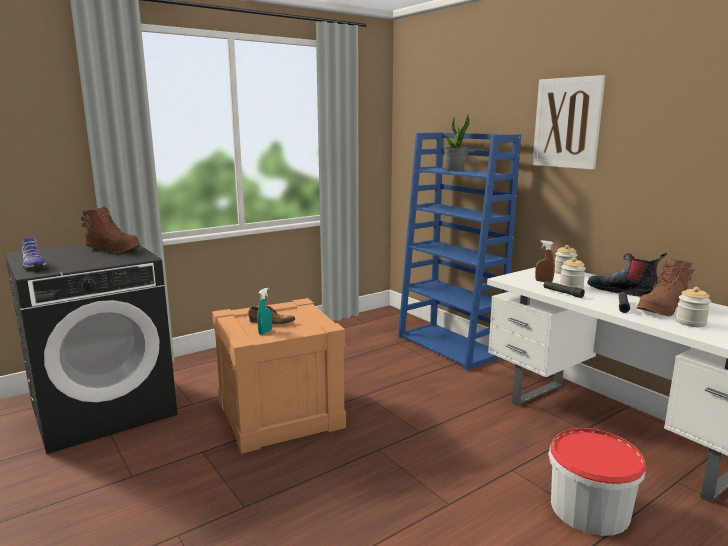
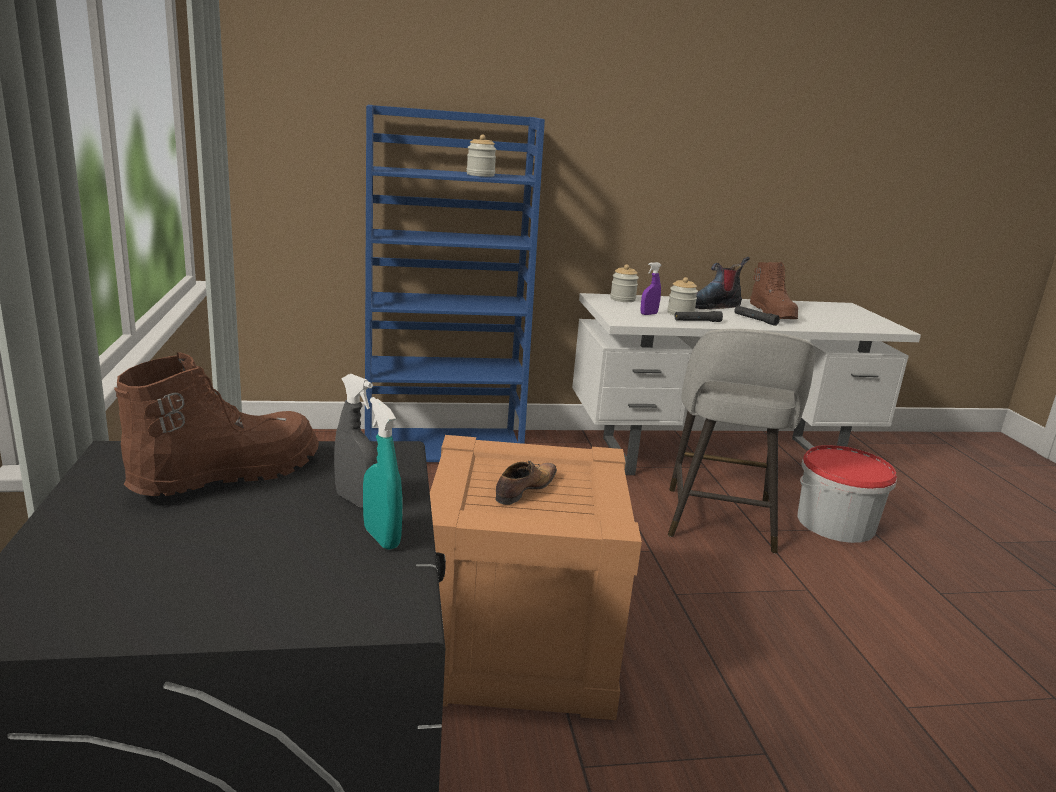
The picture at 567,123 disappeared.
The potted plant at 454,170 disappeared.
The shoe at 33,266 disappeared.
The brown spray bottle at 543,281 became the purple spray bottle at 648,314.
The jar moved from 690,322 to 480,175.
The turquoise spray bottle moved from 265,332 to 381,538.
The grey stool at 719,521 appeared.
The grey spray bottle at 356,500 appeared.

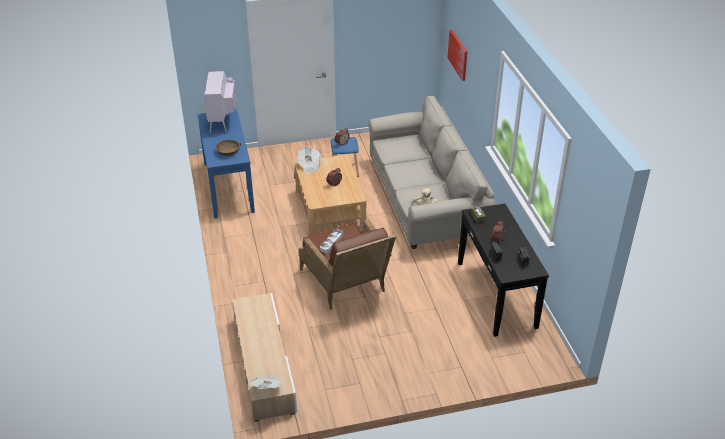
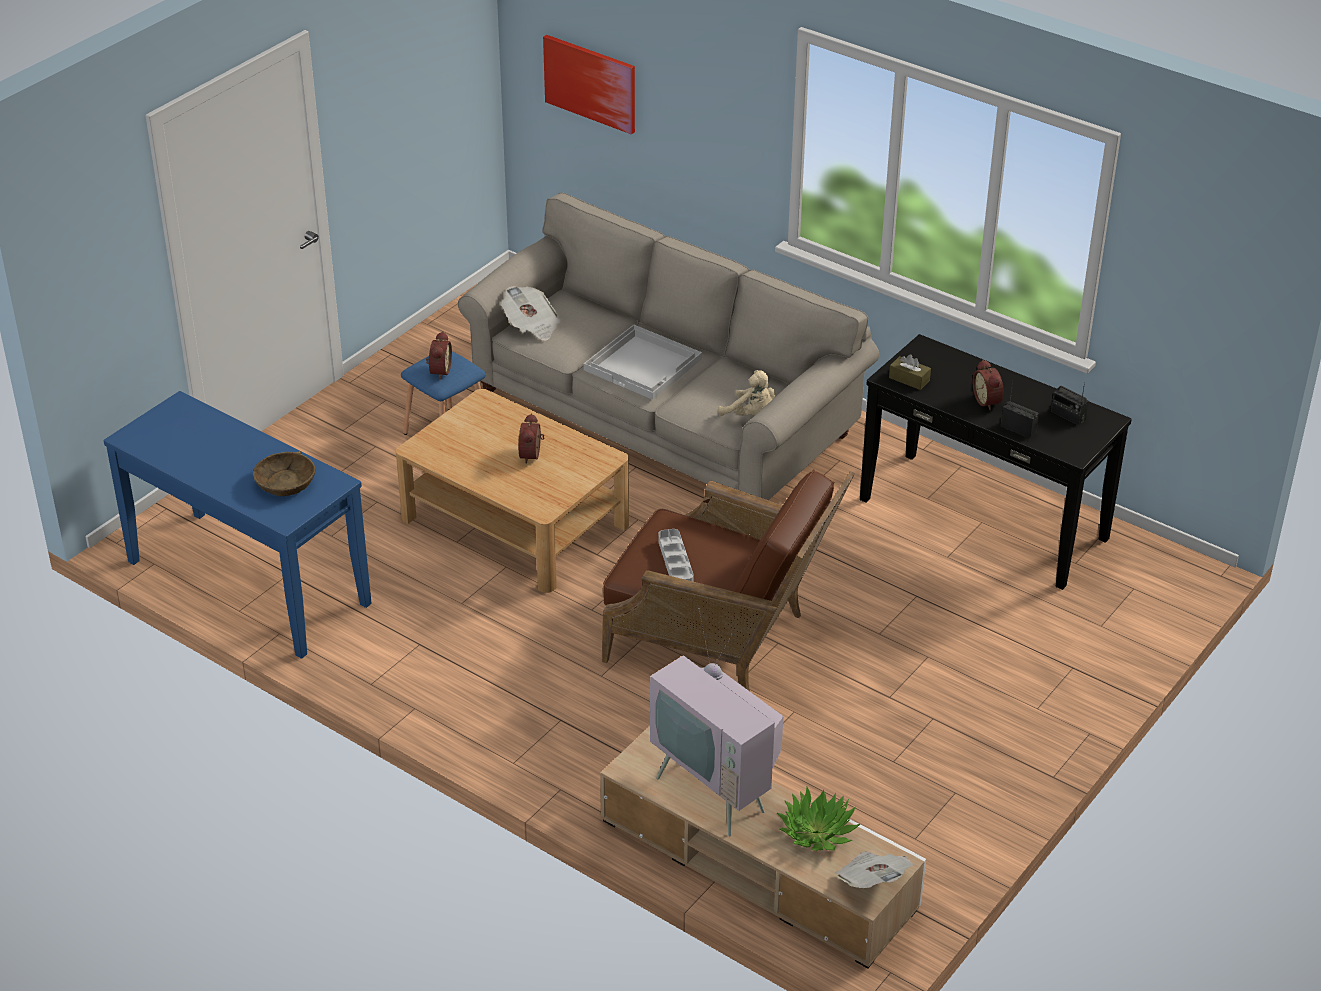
The television moved from 223,122 to 717,790.
The newspaper moved from 309,166 to 531,326.
The white tray at 644,364 appeared.
The potted plant at 817,832 appeared.

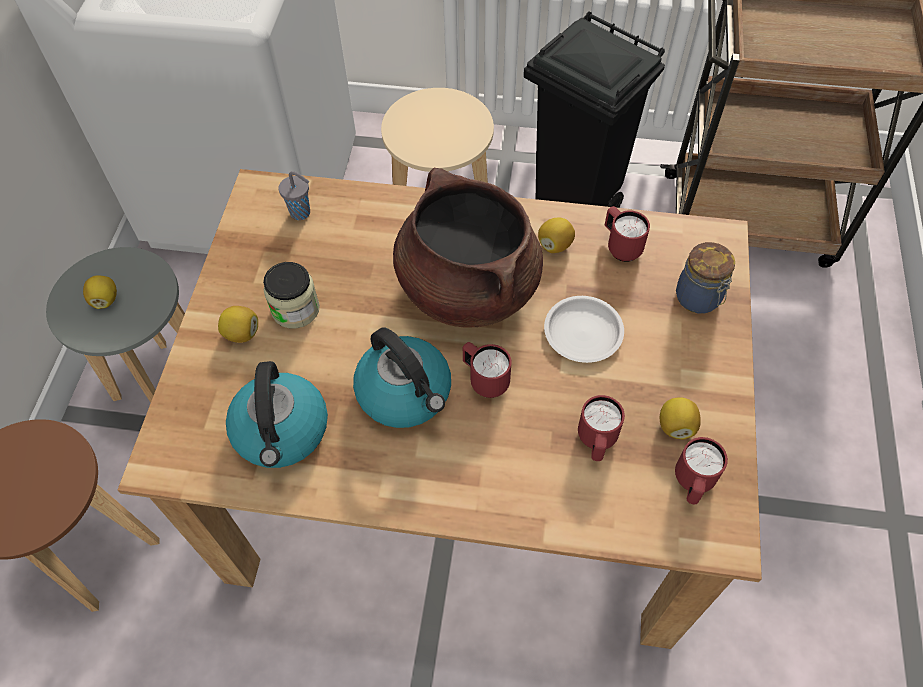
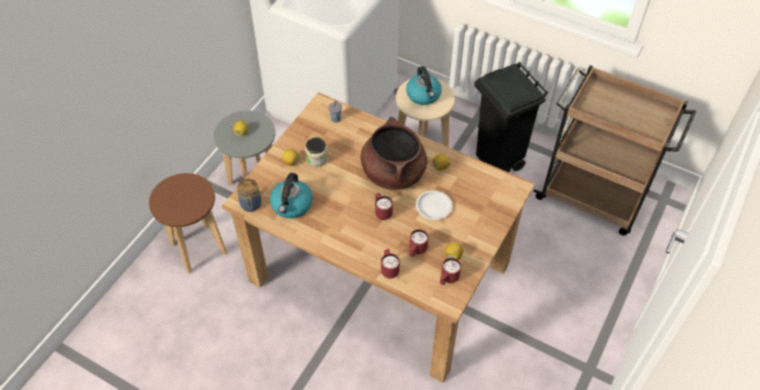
The red mug moved from 620,247 to 389,269.
The jar moved from 699,299 to 251,205.
The kettle moved from 406,393 to 424,95.

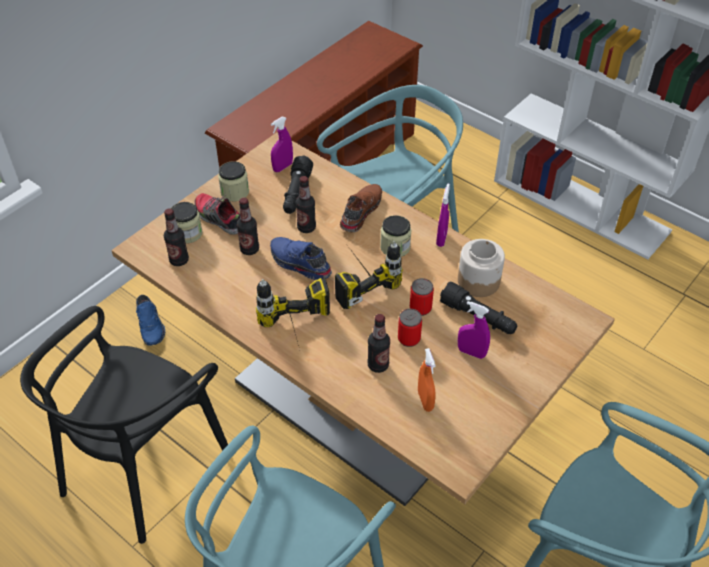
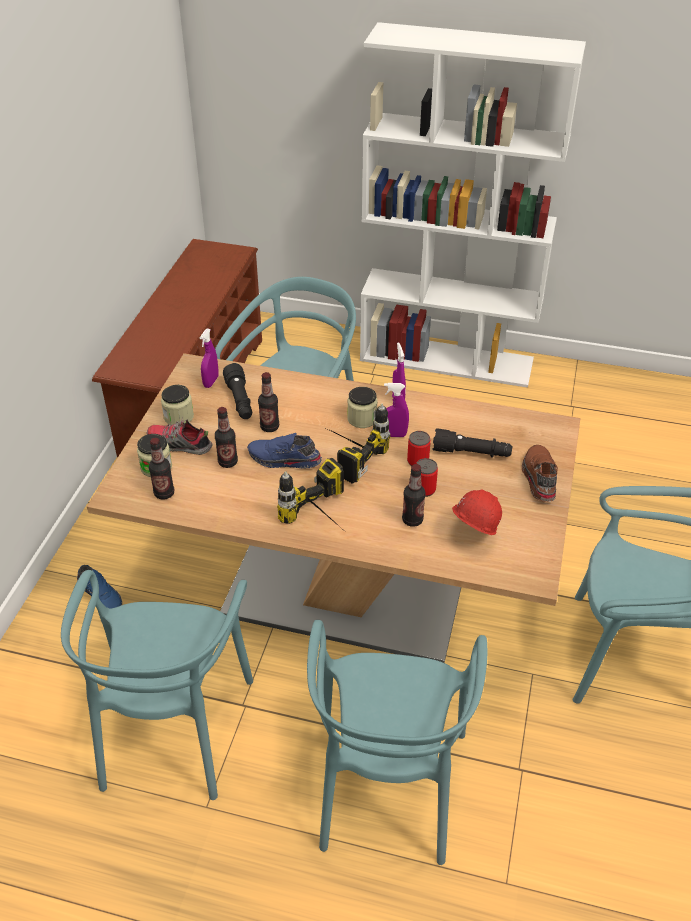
The brown shoe moved from 359,212 to 538,478.
The jar at 478,281 disappeared.
The purple spray bottle moved from 471,352 to 393,435.
The black chair at 143,467 became the turquoise chair at 173,729.
The orange spray bottle at 425,401 was replaced by the red hard hat at 472,534.

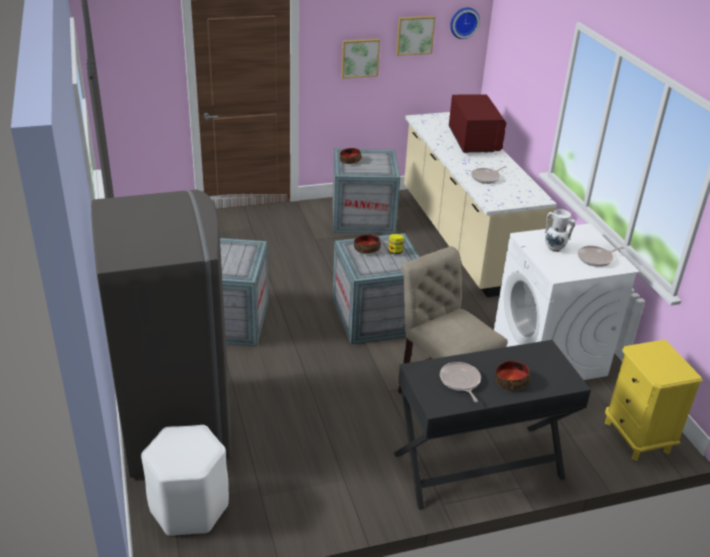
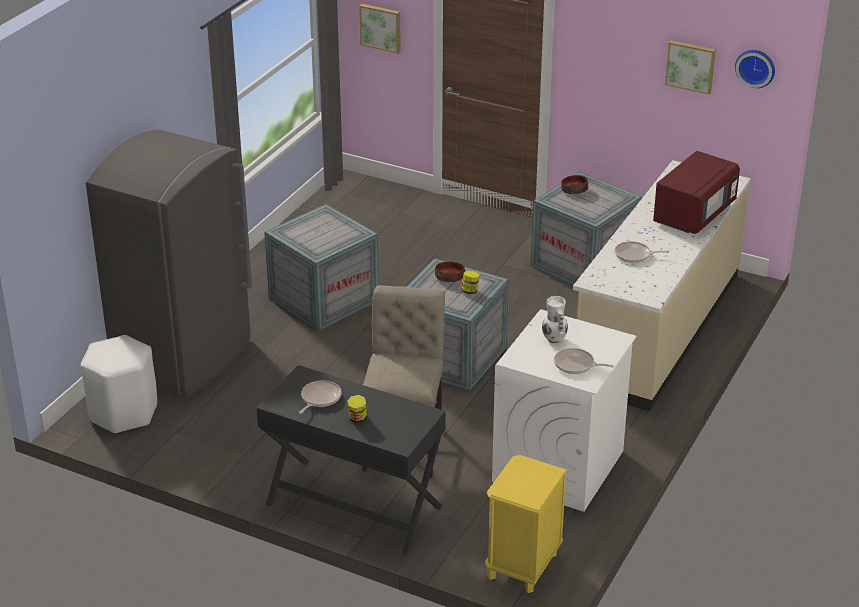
The picture moved from 359,57 to 381,27.
The bowl at 511,381 was replaced by the jar at 357,418.

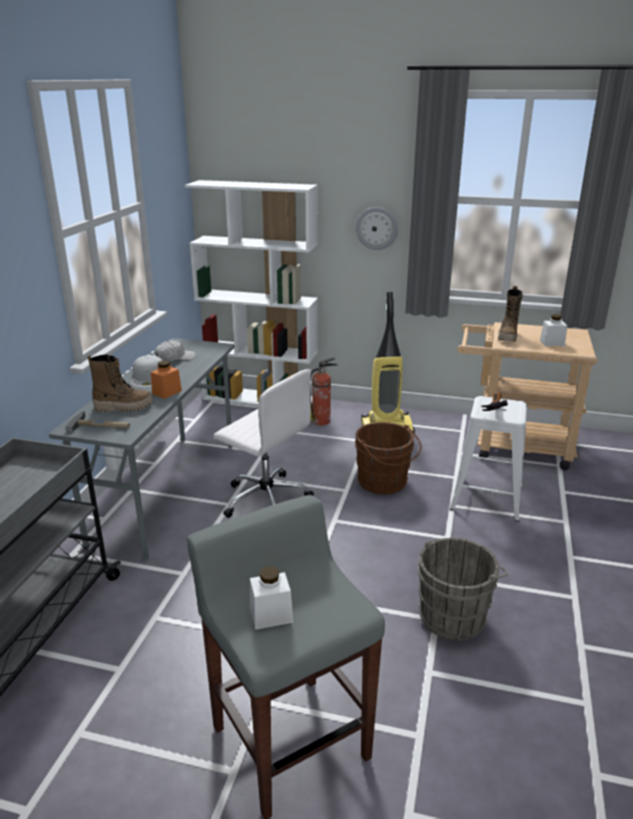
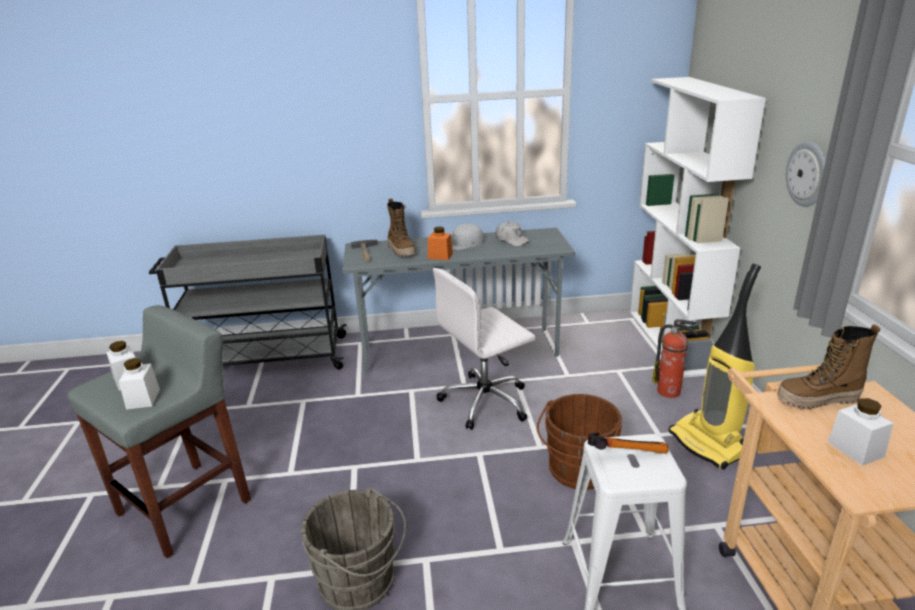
The white office chair at 265,498 turned 45 degrees clockwise.
The white jar at 143,399 appeared.

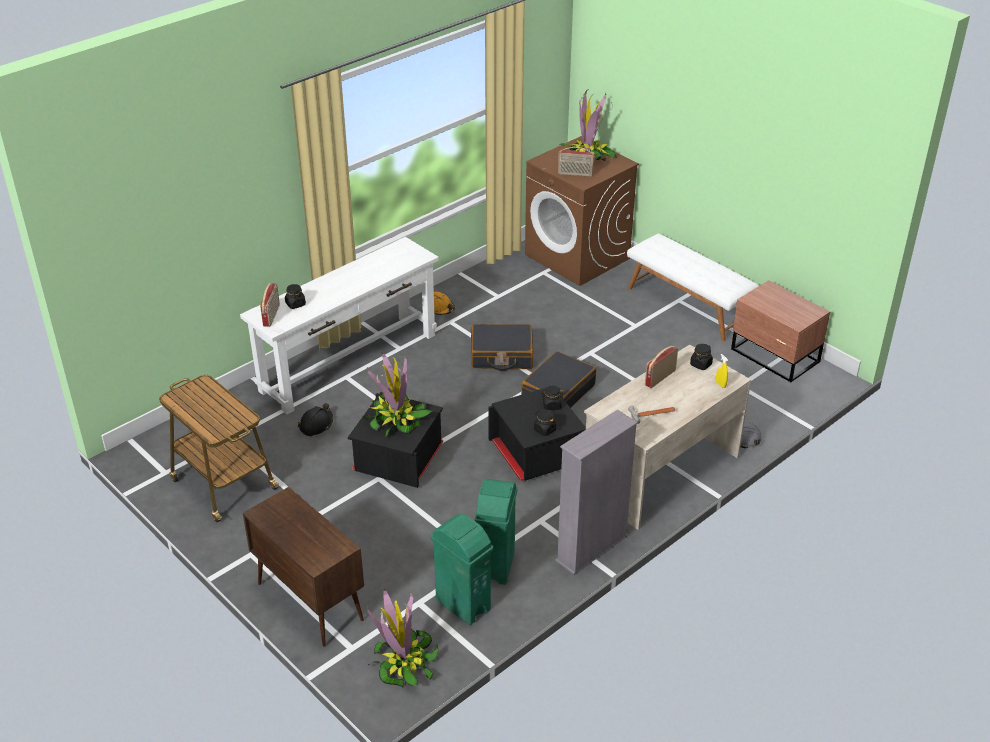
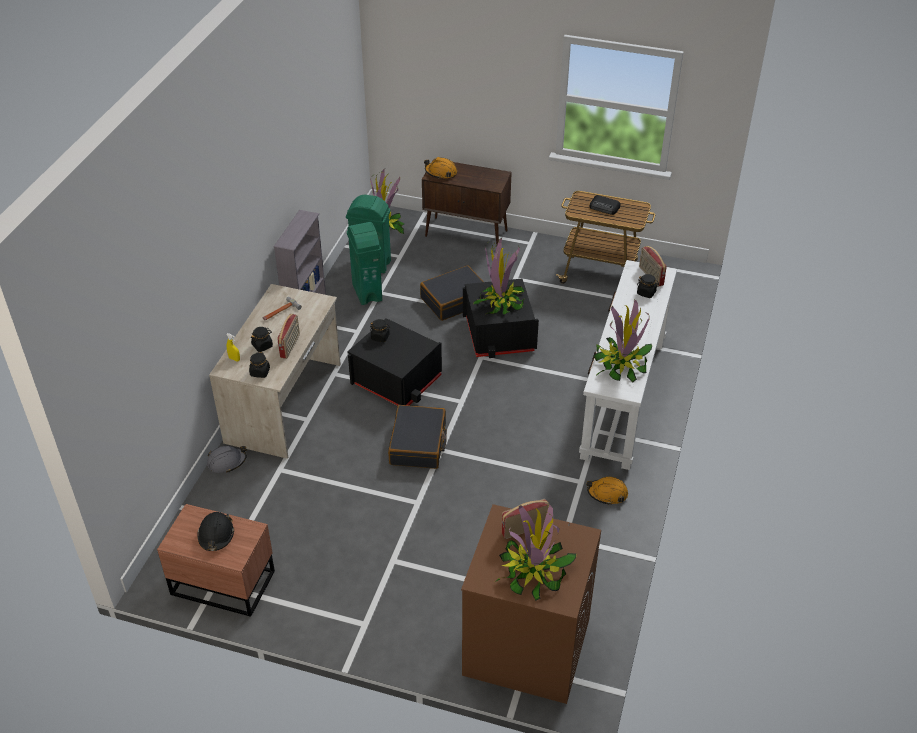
The white bench at 688,305 disappeared.
The black suitcase moved from 501,355 to 454,300.
The black jar moved from 551,405 to 262,346.
The black hard hat moved from 316,424 to 216,535.
The orange hard hat at 441,172 appeared.
The radio at 604,207 appeared.
The potted plant at 621,364 appeared.

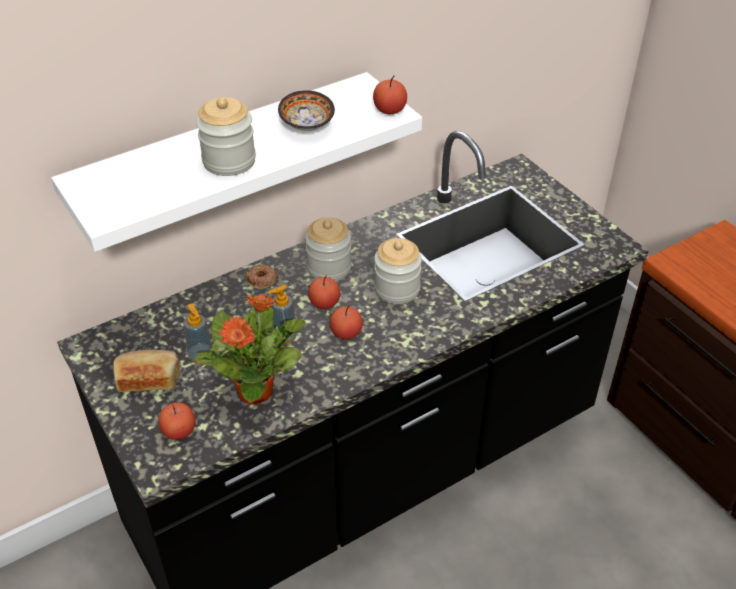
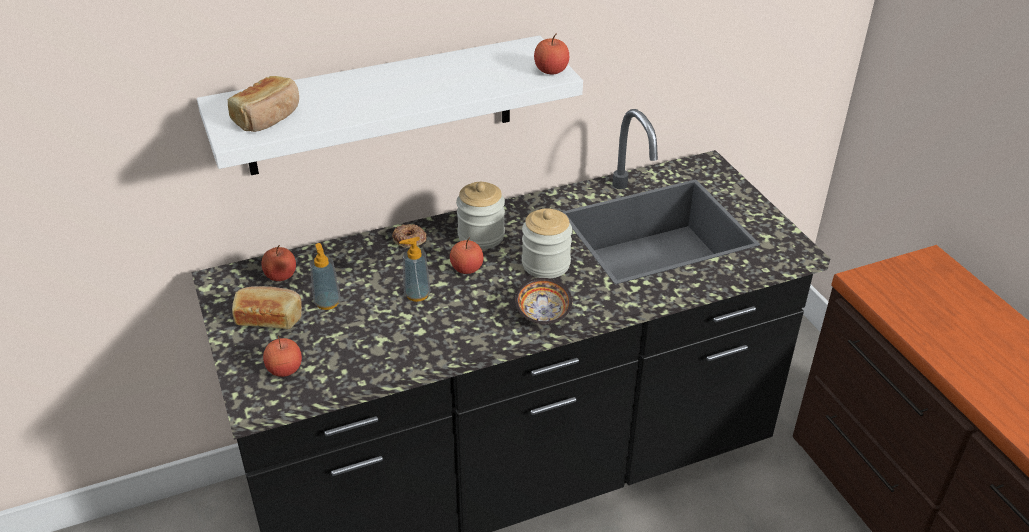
The bowl moved from 308,124 to 544,313.
The jar at 229,161 disappeared.
The potted plant at 256,390 disappeared.
The apple moved from 346,333 to 281,276.
The bread at 268,117 appeared.

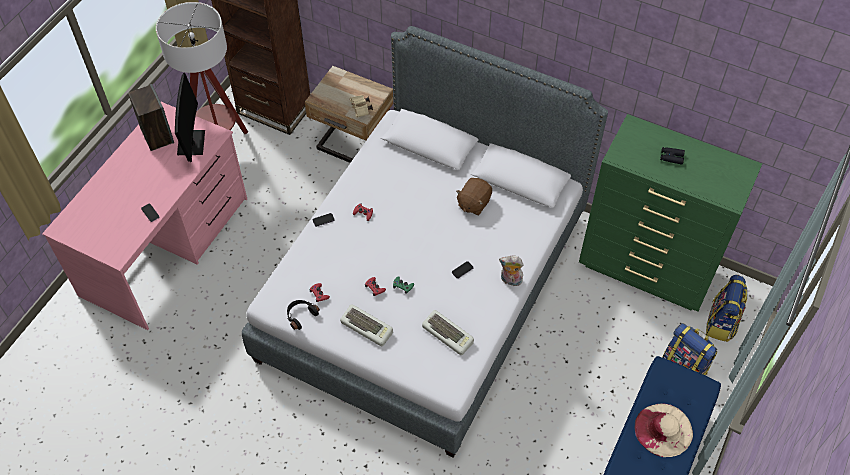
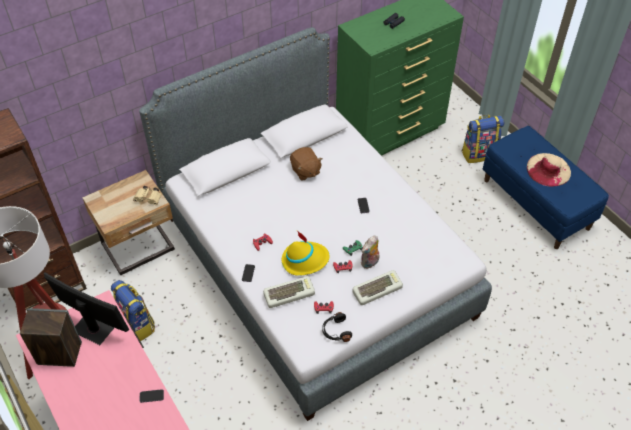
The plush toy moved from 510,280 to 370,263.
The backpack moved from 721,323 to 137,325.
The keyboard moved from 449,334 to 289,293.
The yellow hat at 305,260 appeared.

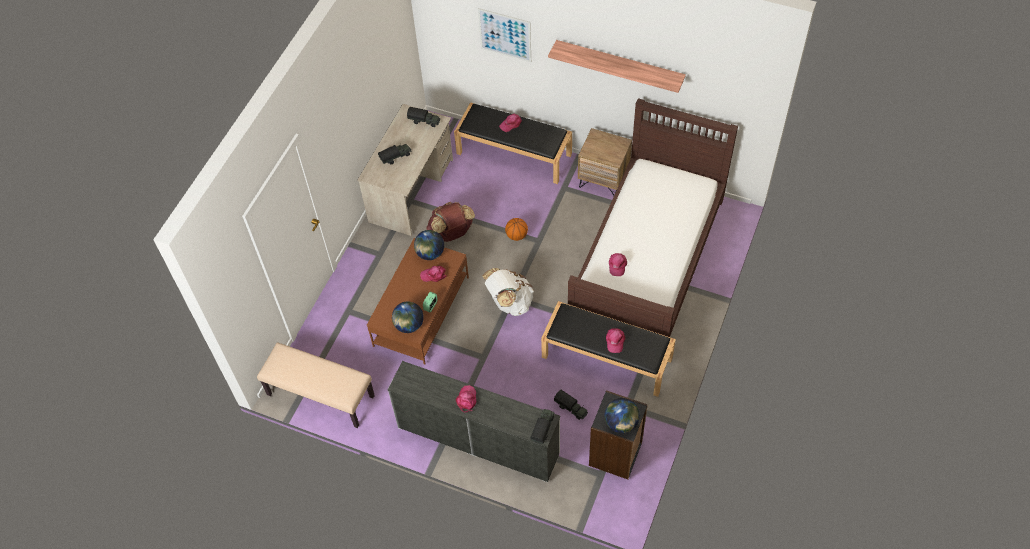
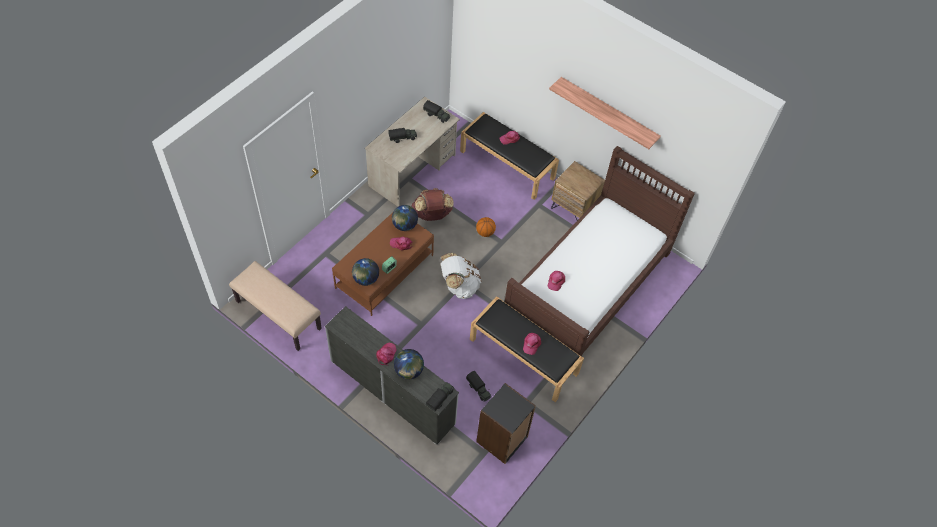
The picture at 505,35 disappeared.
The globe moved from 621,423 to 409,371.

